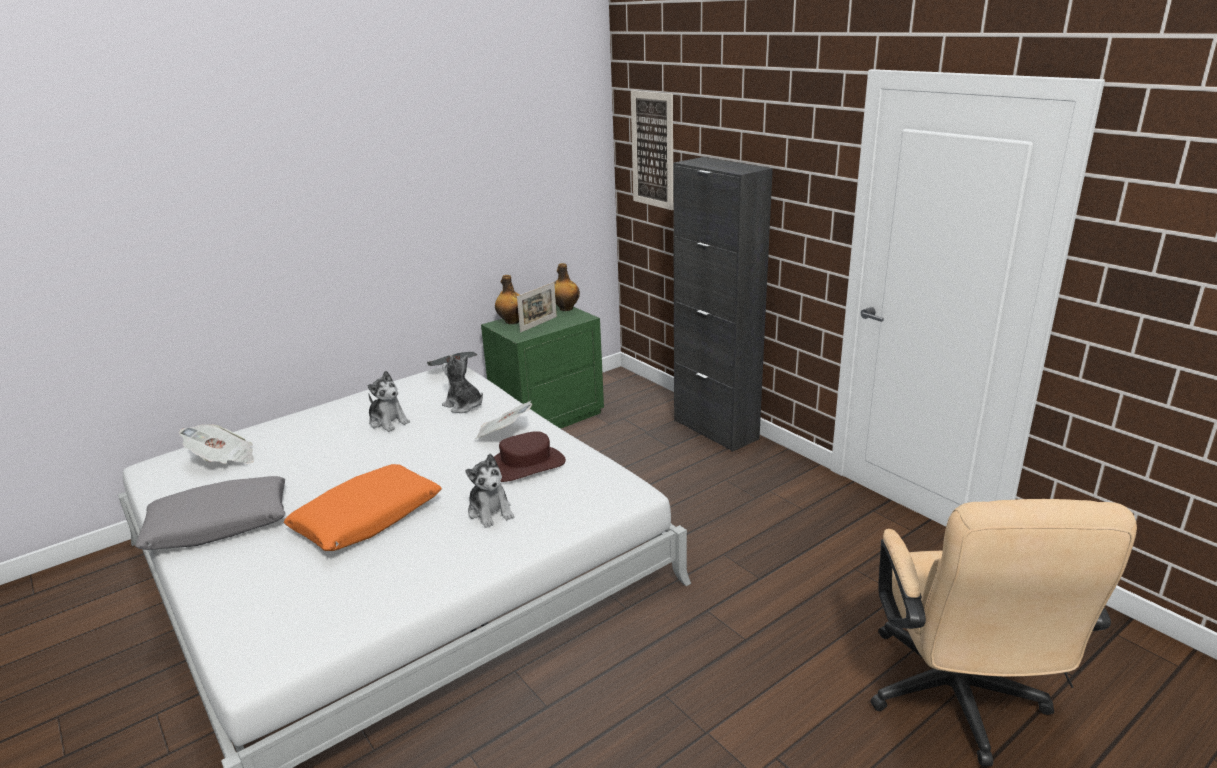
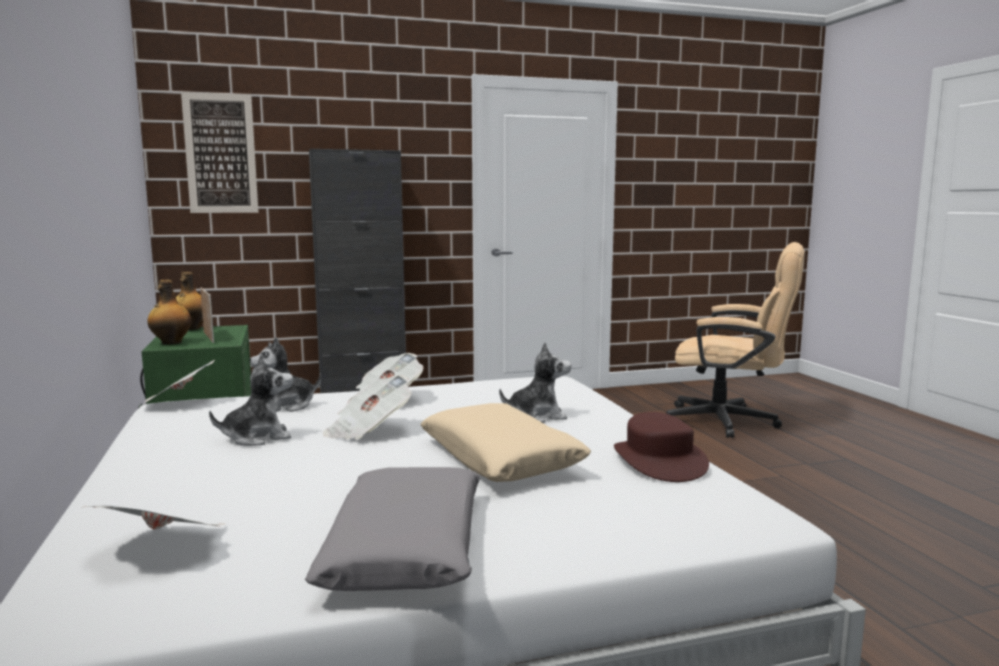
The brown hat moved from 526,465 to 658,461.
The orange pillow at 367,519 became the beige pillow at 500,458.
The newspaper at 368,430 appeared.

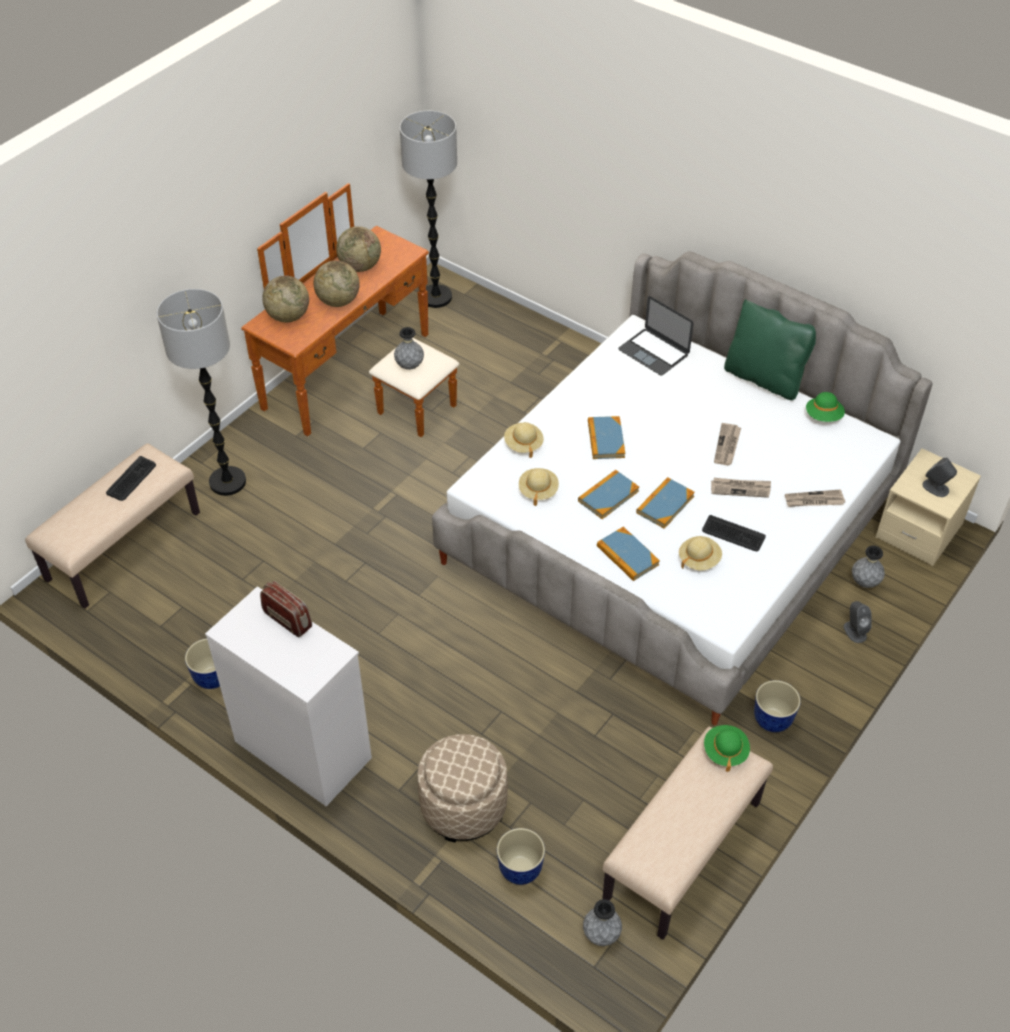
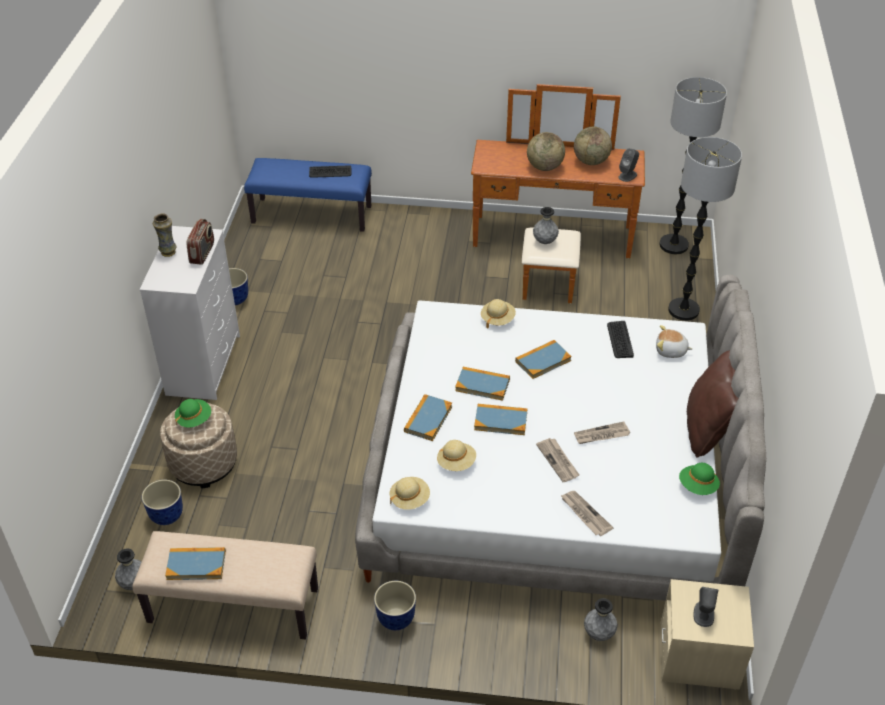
The globe at 288,316 disappeared.
The floor lamp moved from 227,482 to 683,310.
The laptop at 653,352 was replaced by the plush toy at 671,351.
The green pillow at 764,378 became the brown pillow at 708,430.
The beige bench at 123,545 became the blue bench at 312,214.
The beige hat moved from 538,490 to 409,499.
The keyboard moved from 733,534 to 619,340.
The grey speaker moved from 855,631 to 627,175.
The green hat moved from 725,751 to 194,419.
The vase at 168,252 appeared.
The book at 196,565 appeared.

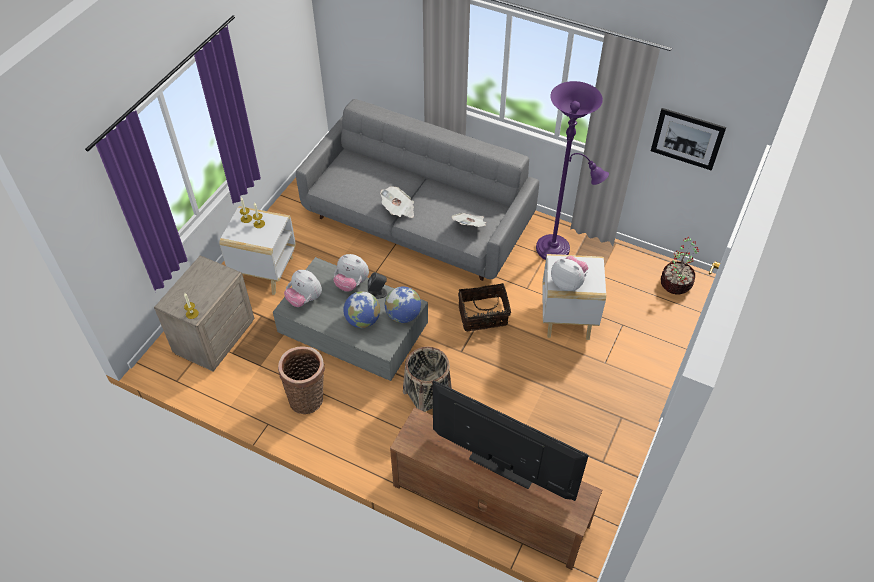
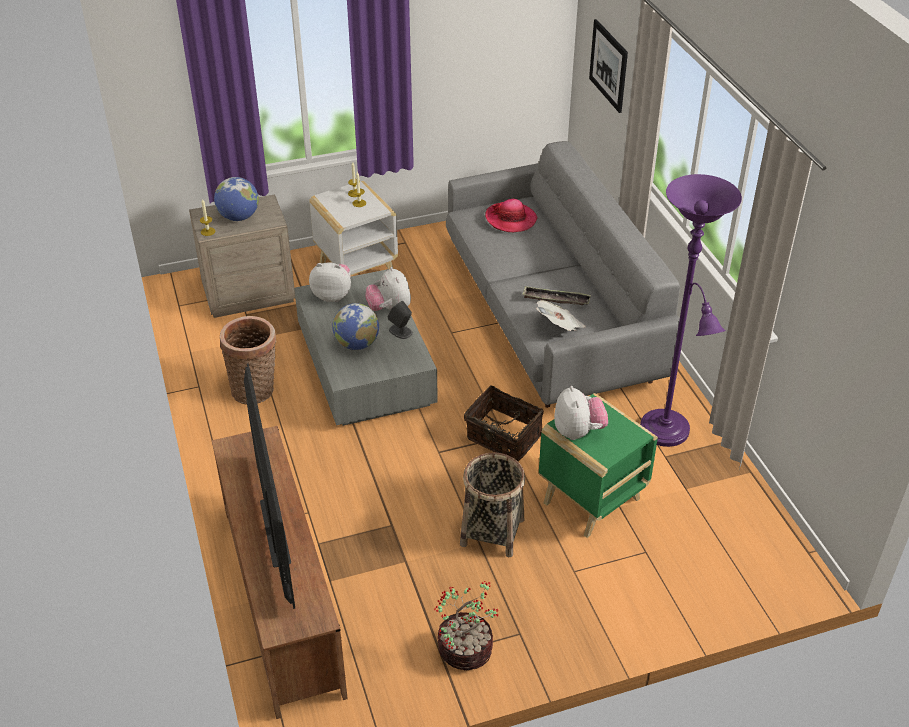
The picture moved from 687,138 to 608,65.
The newspaper at 398,209 disappeared.
The potted plant moved from 675,283 to 466,650.
The white side table at 568,318 became the green side table at 591,502.
The plush toy at 305,299 turned 105 degrees clockwise.
The globe moved from 403,315 to 239,217.
The basket moved from 427,397 to 492,531.
The hat at 511,219 appeared.
The tray at 556,299 appeared.

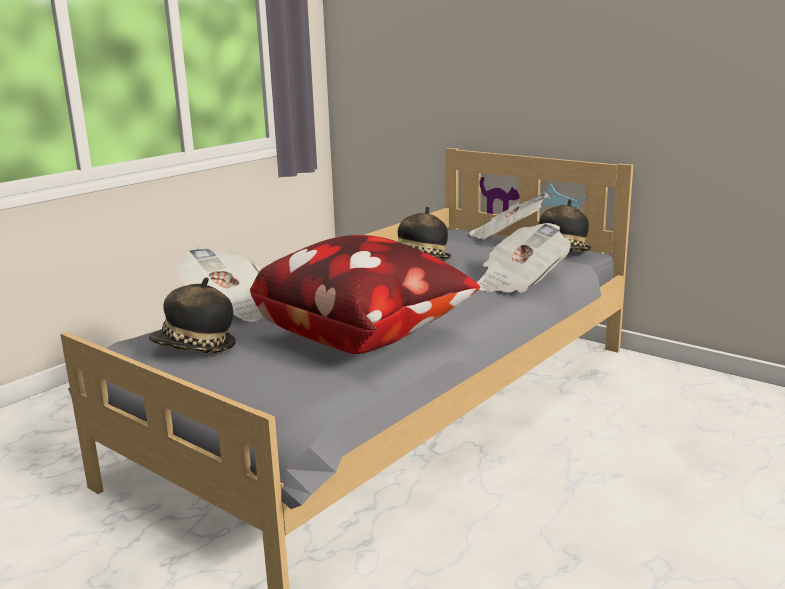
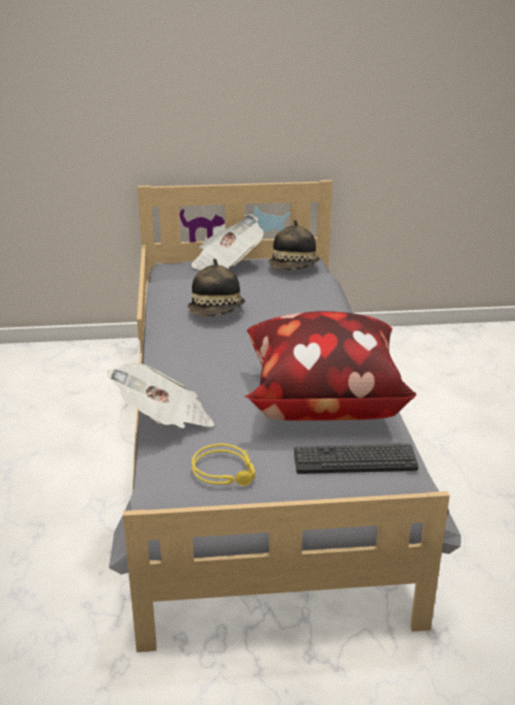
The newspaper at 519,283 disappeared.
The hat at 194,349 was replaced by the yellow headphones at 226,471.
The keyboard at 355,460 appeared.

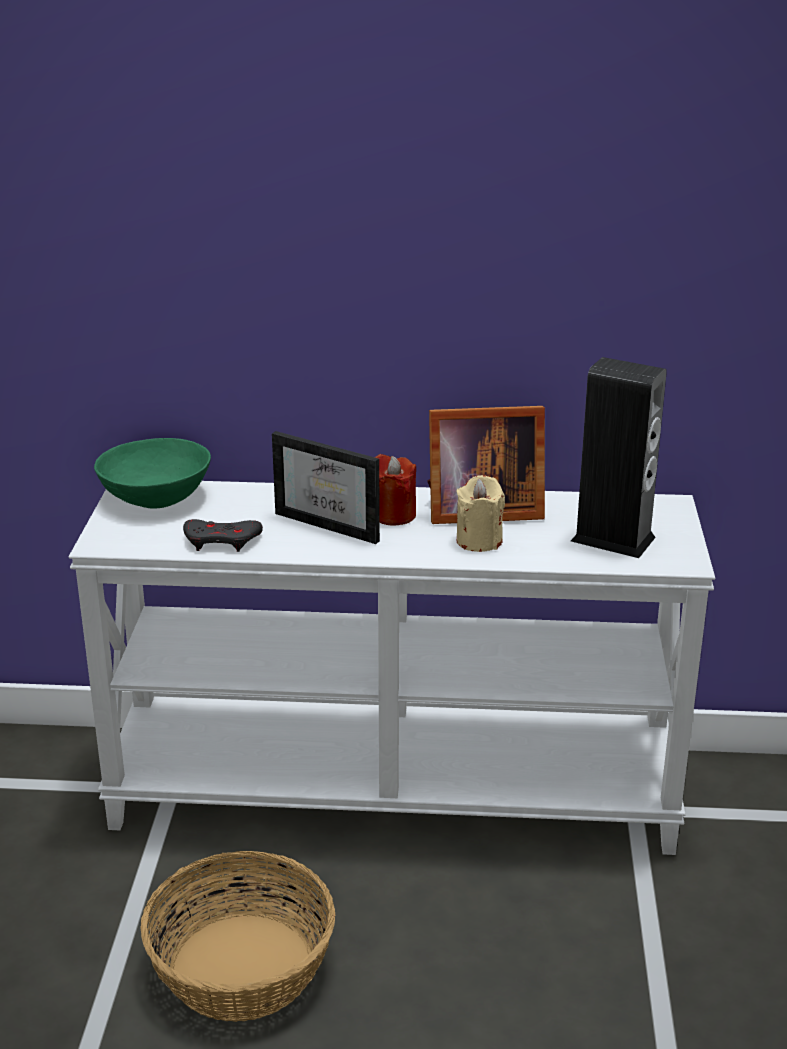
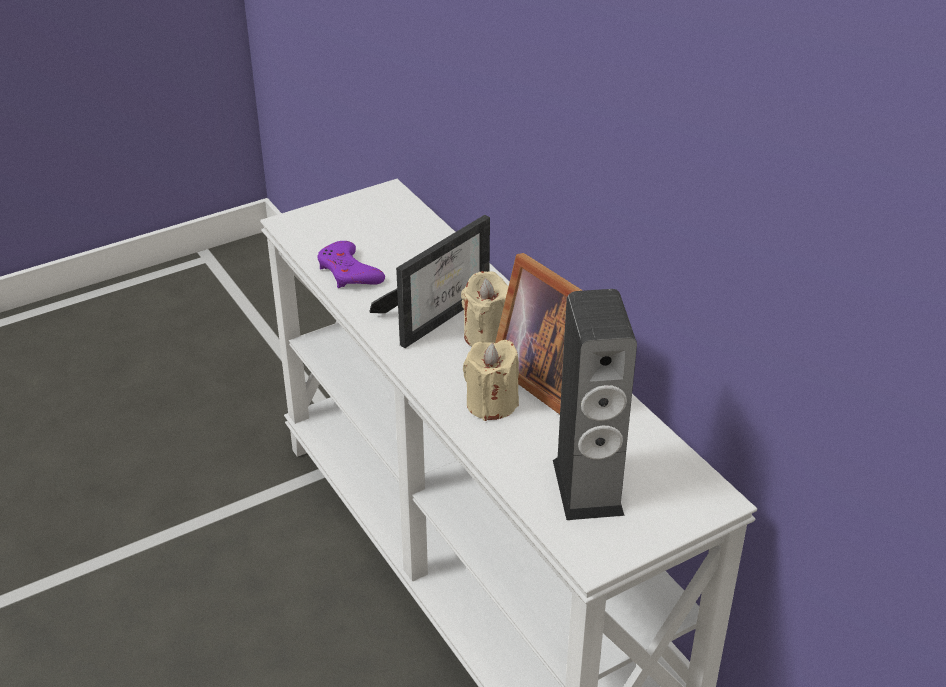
The picture frame at 335,523 turned 135 degrees counterclockwise.
The green bowl at 157,497 disappeared.
The red candle at 393,515 became the beige candle at 487,336.
The grey game controller at 221,540 became the purple game controller at 349,272.
The basket at 243,967 disappeared.

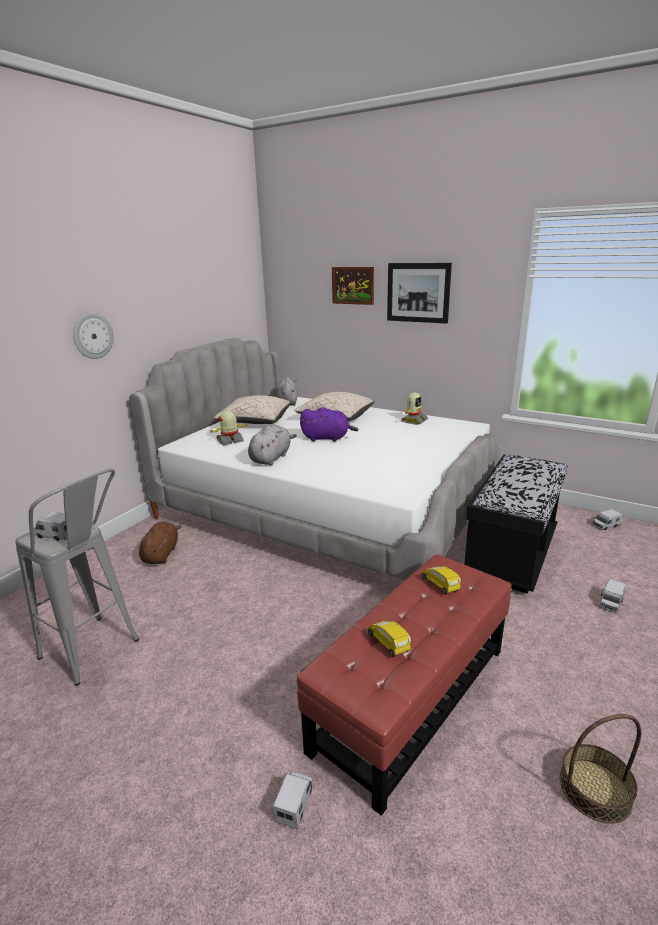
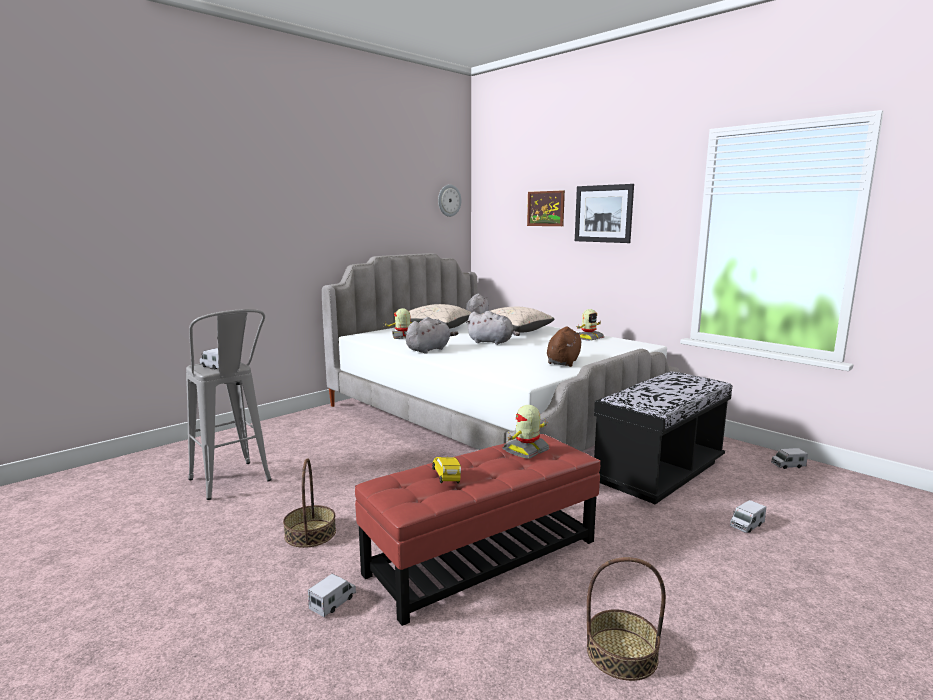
The wall clock moved from 93,336 to 449,200.
The purple plush toy at 327,438 became the grey plush toy at 492,342.
The brown plush toy moved from 161,554 to 563,362.
The yellow toy car at 440,585 was replaced by the toy robot at 526,451.
The basket at 310,533 appeared.

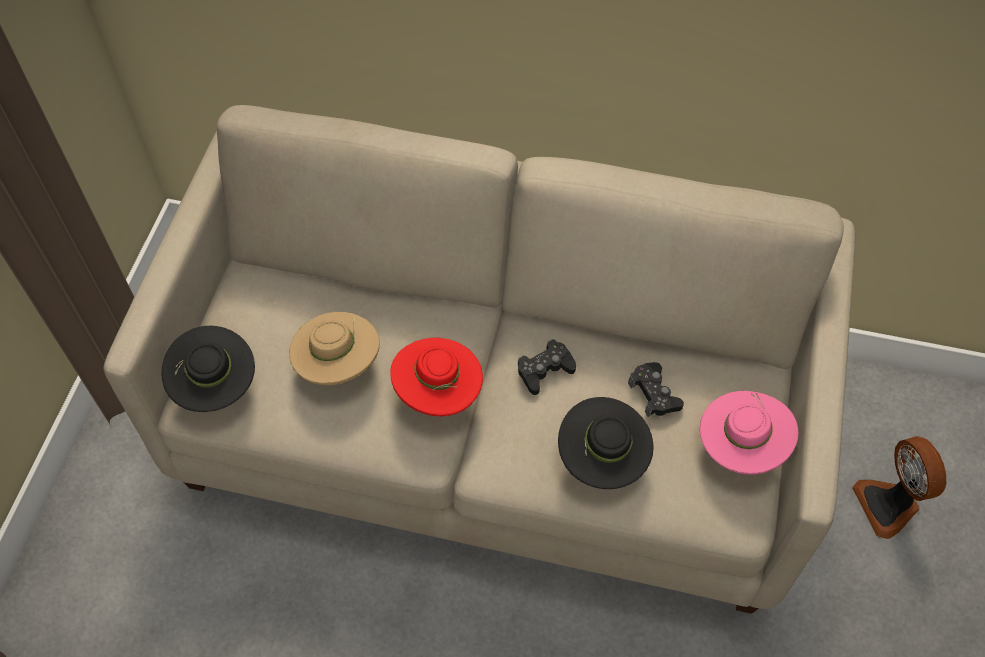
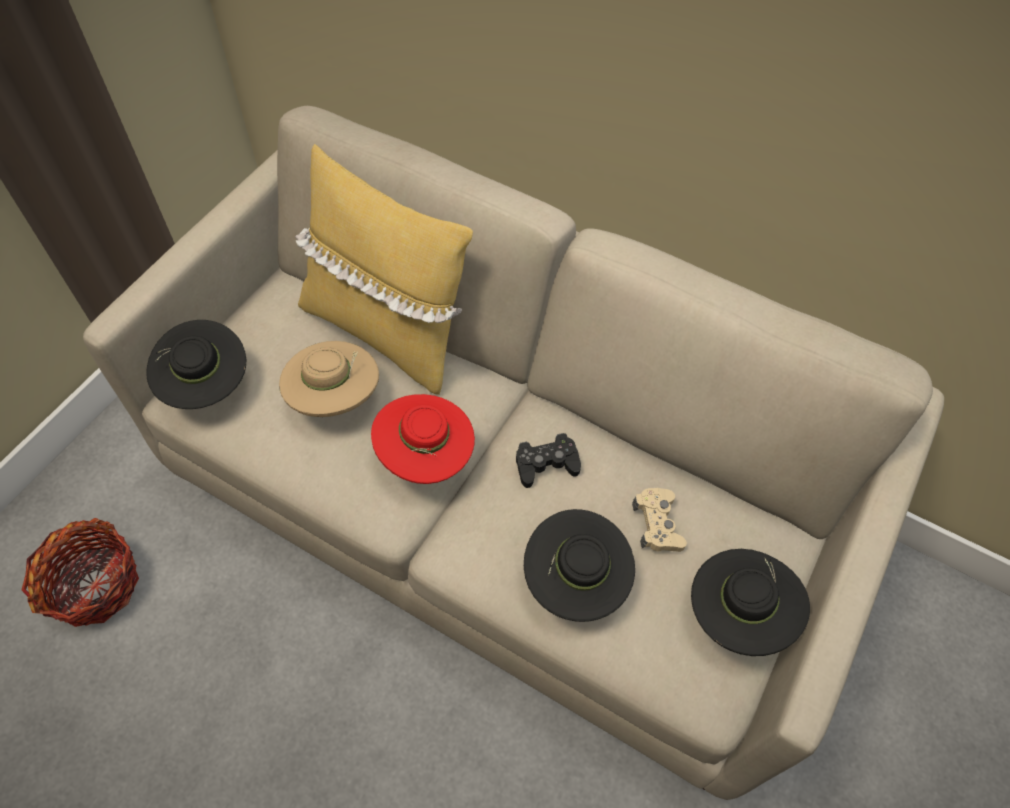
The black game controller at 654,394 became the beige game controller at 657,524.
The pink hat at 740,447 became the black hat at 737,614.
The fan at 888,505 disappeared.
The yellow pillow at 385,331 appeared.
The basket at 94,584 appeared.

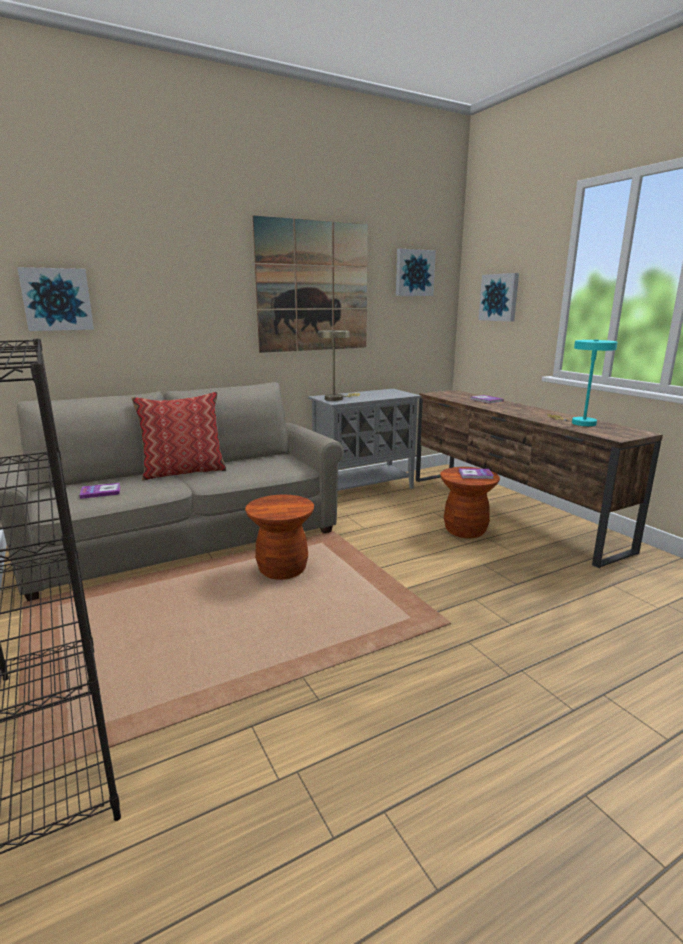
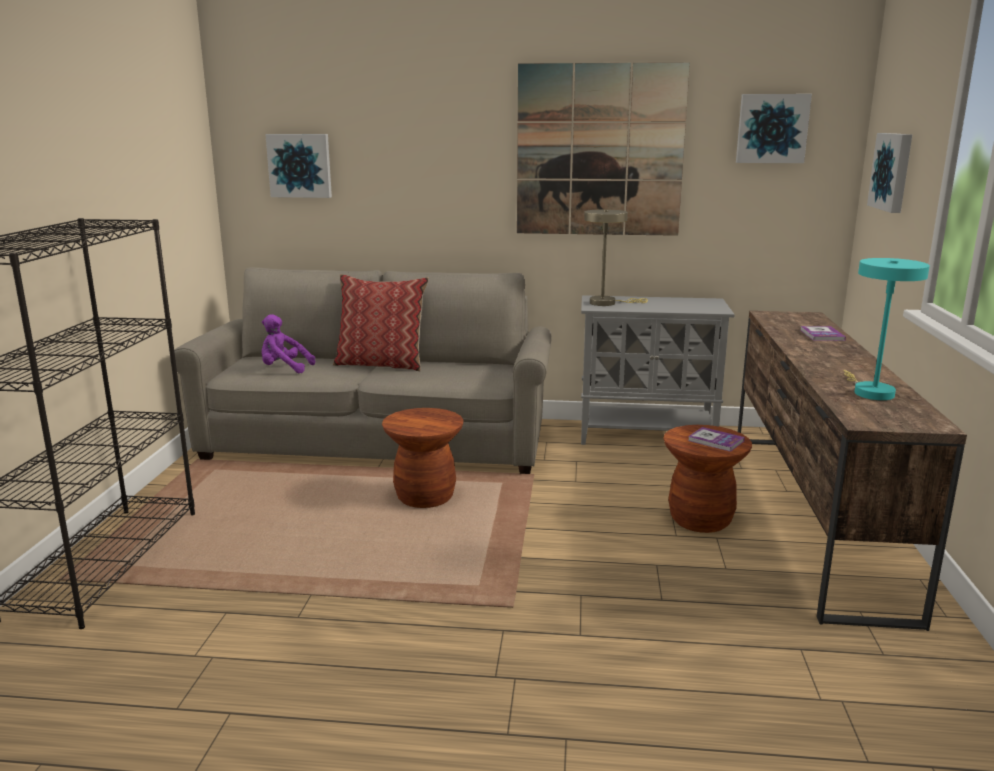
The book at 100,492 was replaced by the purple plush toy at 284,369.

